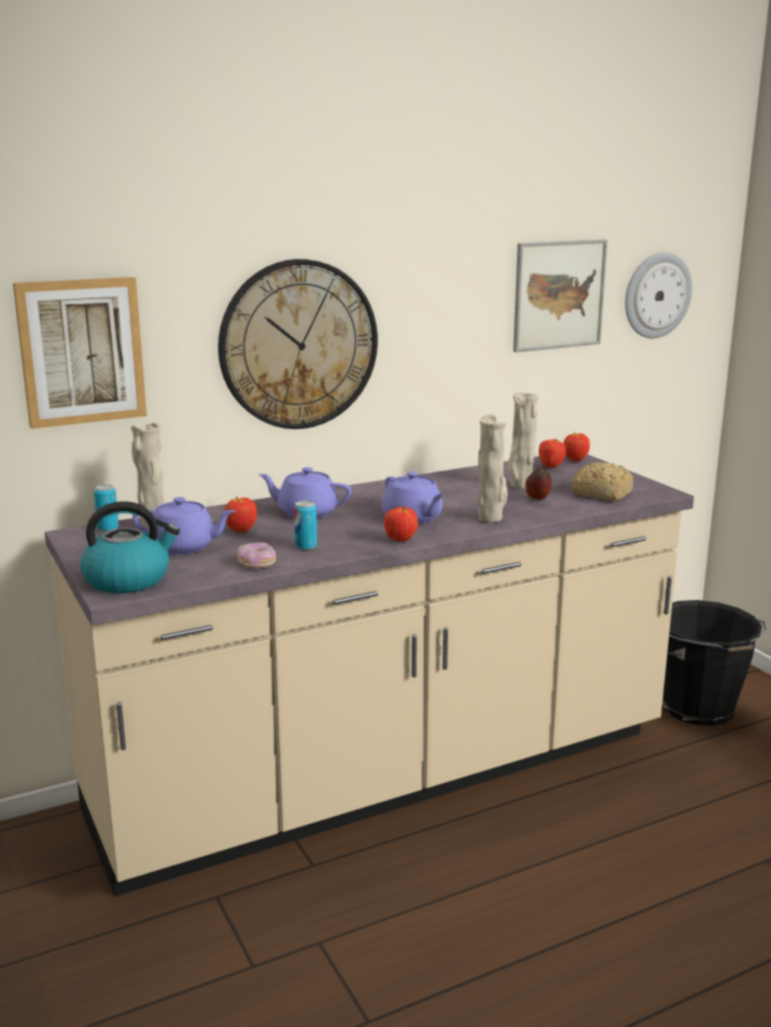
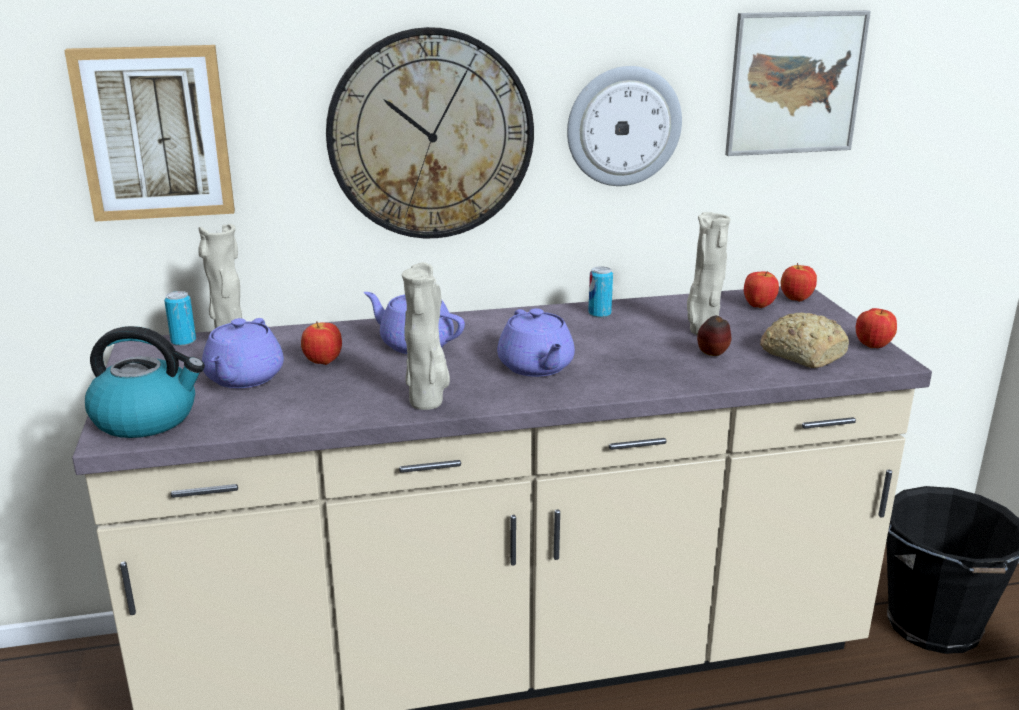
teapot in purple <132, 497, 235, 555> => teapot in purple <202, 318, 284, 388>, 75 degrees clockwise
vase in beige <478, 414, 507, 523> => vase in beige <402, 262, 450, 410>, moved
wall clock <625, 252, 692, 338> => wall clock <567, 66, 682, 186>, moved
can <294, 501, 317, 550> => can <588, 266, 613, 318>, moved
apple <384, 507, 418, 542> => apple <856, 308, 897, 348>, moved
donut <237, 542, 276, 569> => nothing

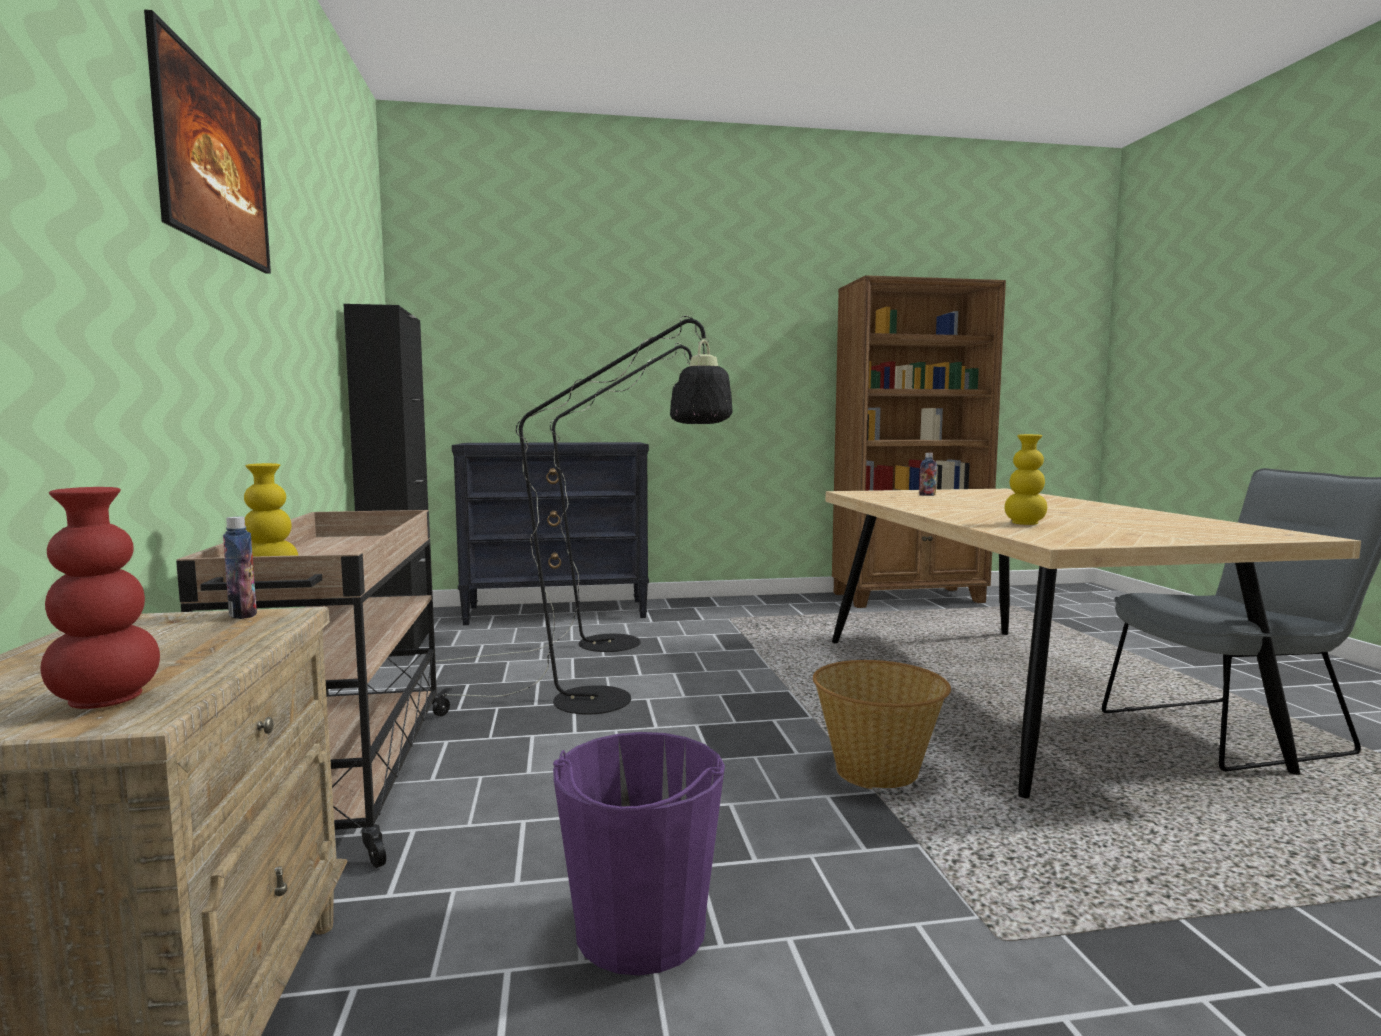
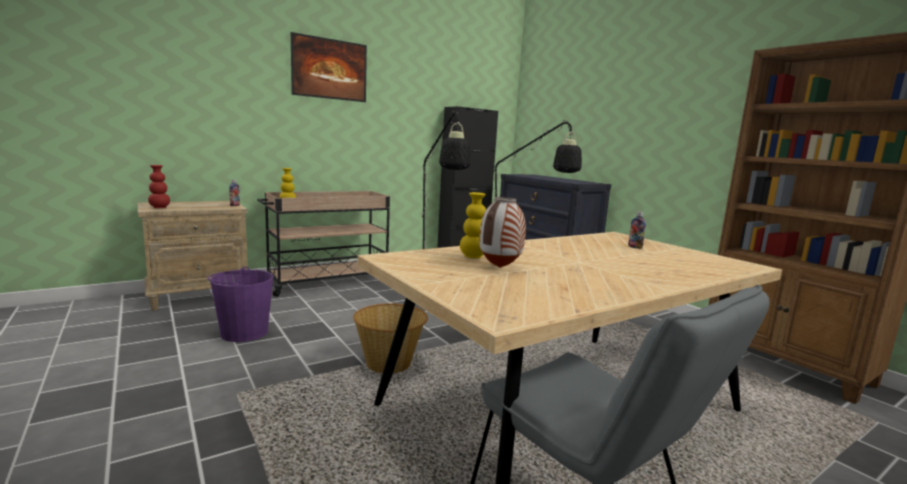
nothing => vase <479, 197, 526, 268>

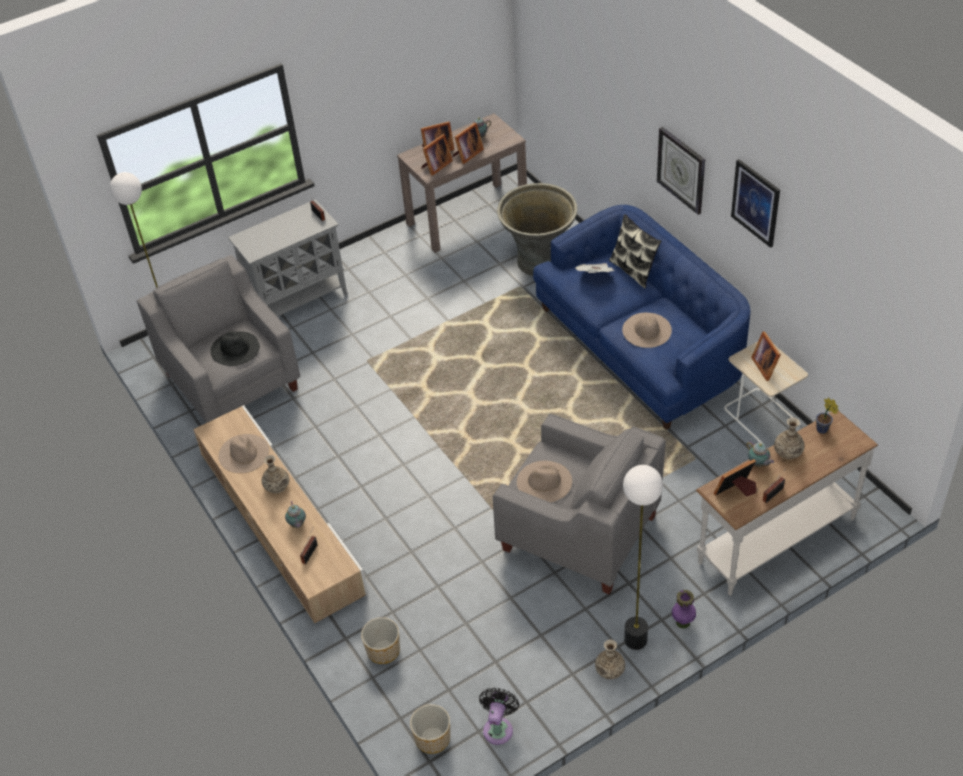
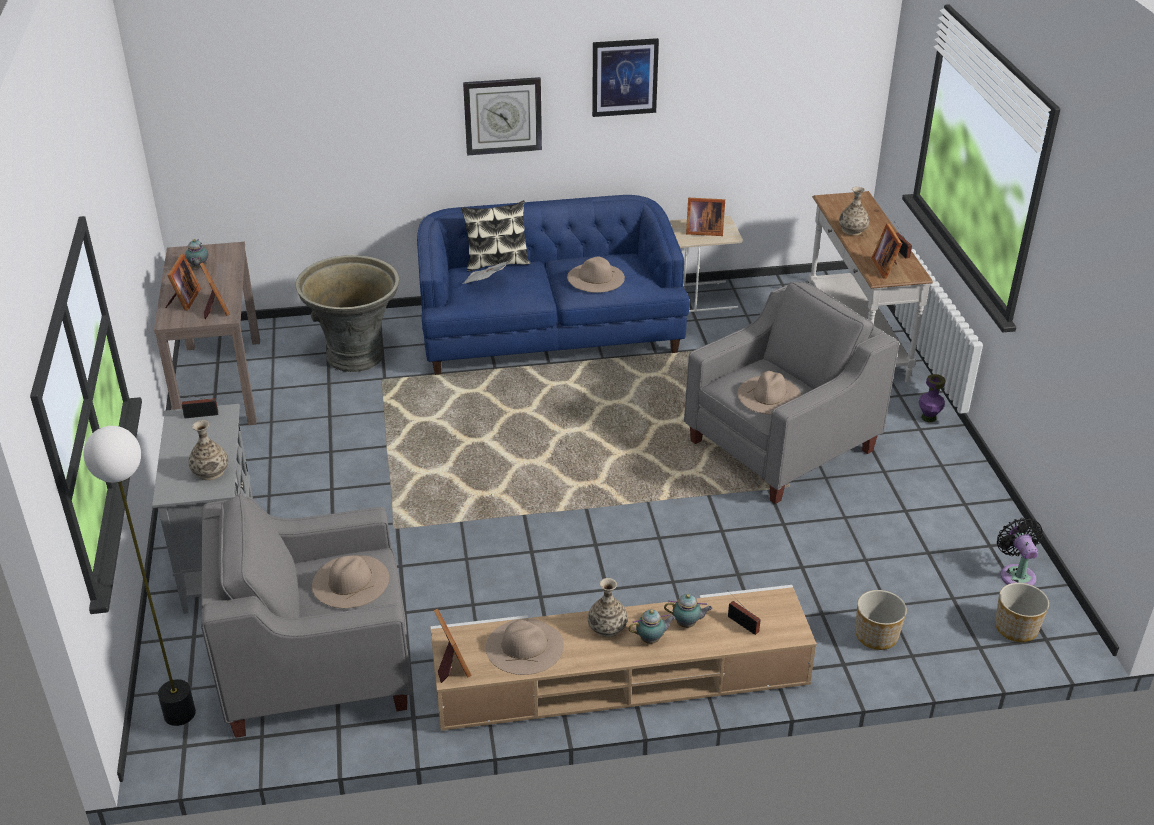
vase <595, 640, 625, 679> => vase <189, 420, 228, 480>, moved
hat in black <210, 331, 260, 366> => hat in beige <312, 555, 389, 608>
picture frame <453, 123, 484, 164> => picture frame <434, 608, 472, 683>, moved
teapot <746, 441, 774, 467> => teapot <628, 609, 675, 644>, moved
fan in black <479, 688, 519, 745> => fan in black <997, 518, 1043, 586>, 45 degrees clockwise
floor lamp <623, 465, 663, 650> => nothing
potted plant <816, 398, 839, 434> => nothing

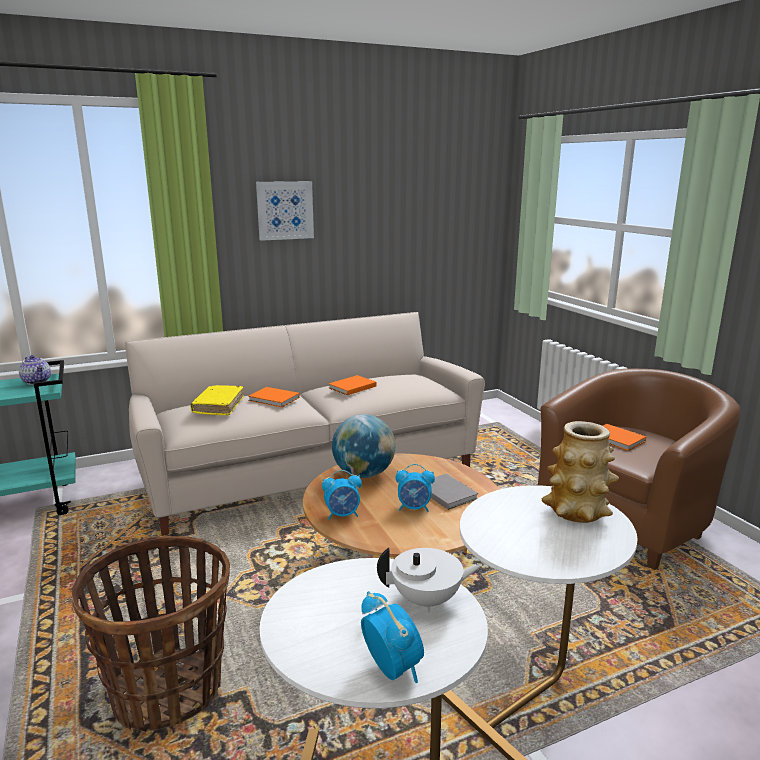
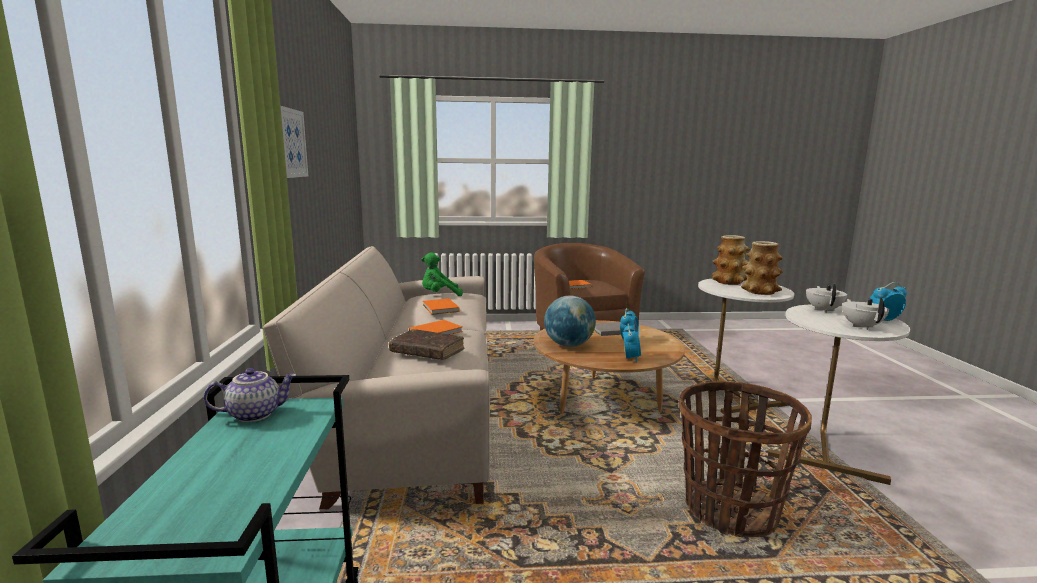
book in yellow <190, 385, 244, 415> => book in brown <389, 329, 464, 360>
nothing => plush toy in green <421, 252, 463, 296>
nothing => vase <741, 241, 783, 295>
nothing => teapot in white <842, 298, 889, 330>

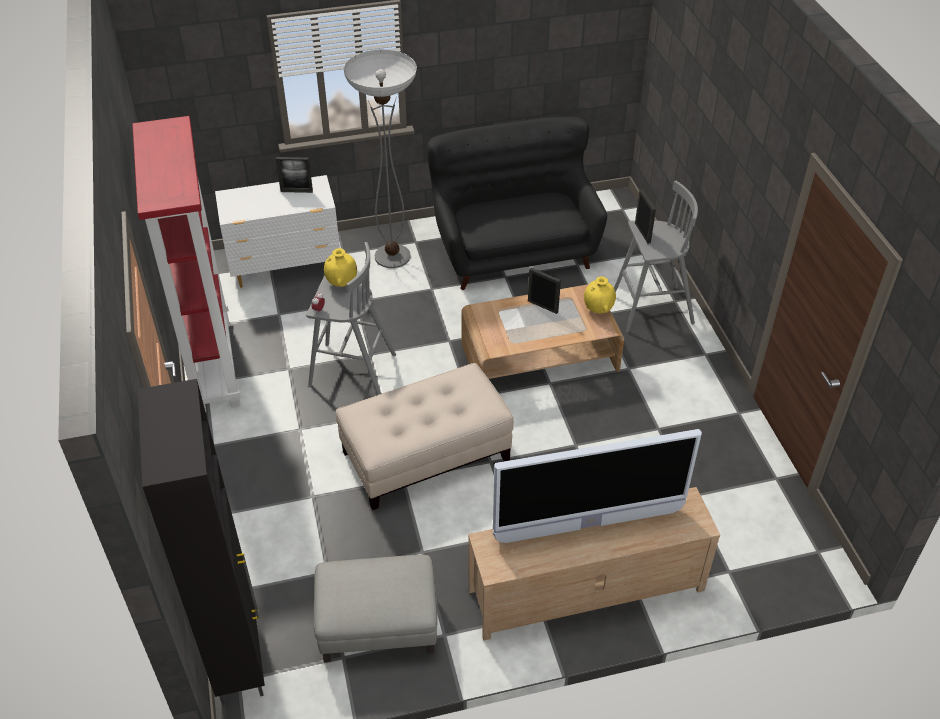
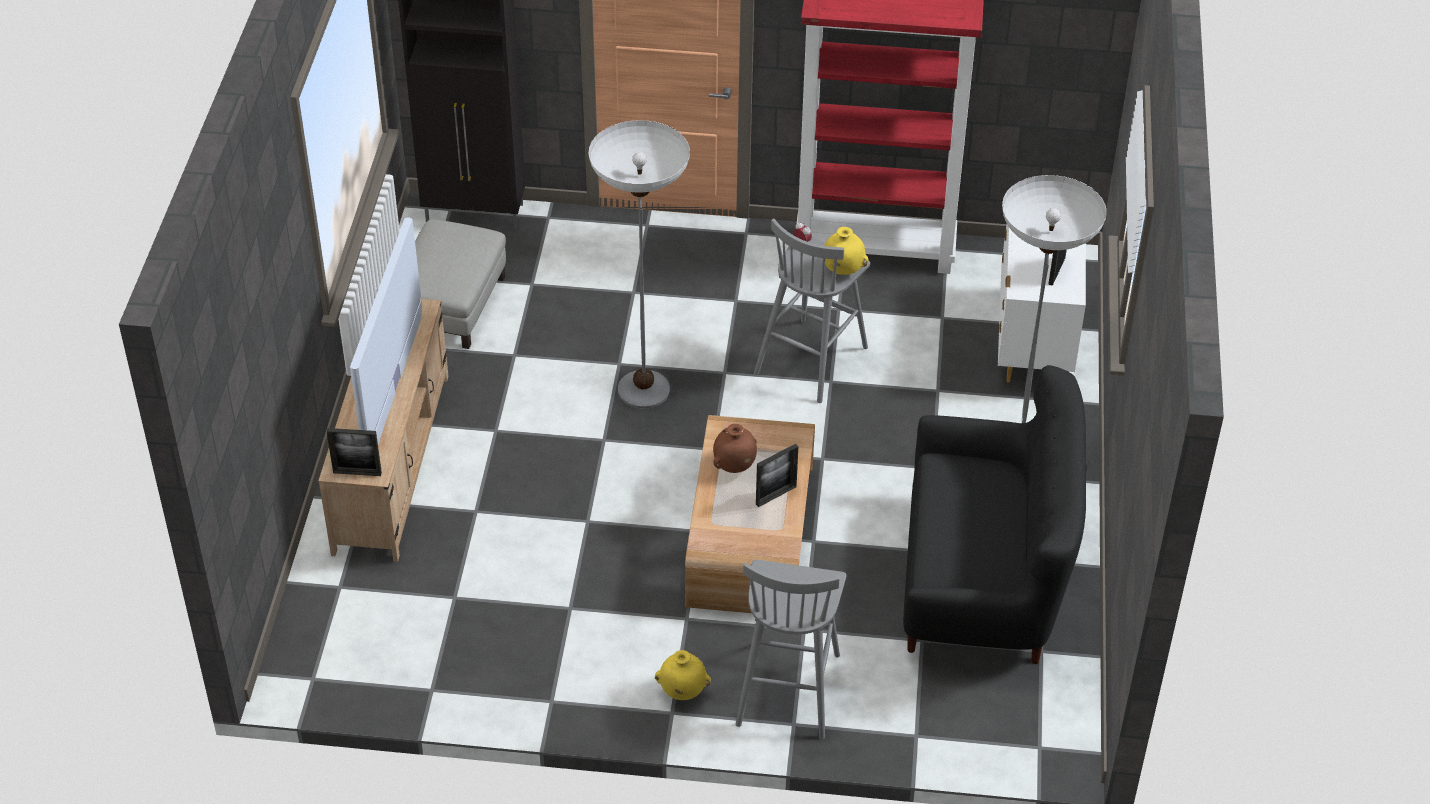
picture frame <635, 189, 656, 244> => picture frame <327, 428, 382, 476>, moved
ottoman in beige <336, 363, 514, 510> => floor lamp <589, 120, 690, 408>
vase in yellow <584, 276, 616, 313> => vase in yellow <655, 650, 711, 700>, moved
nothing => vase in brown <713, 424, 757, 473>

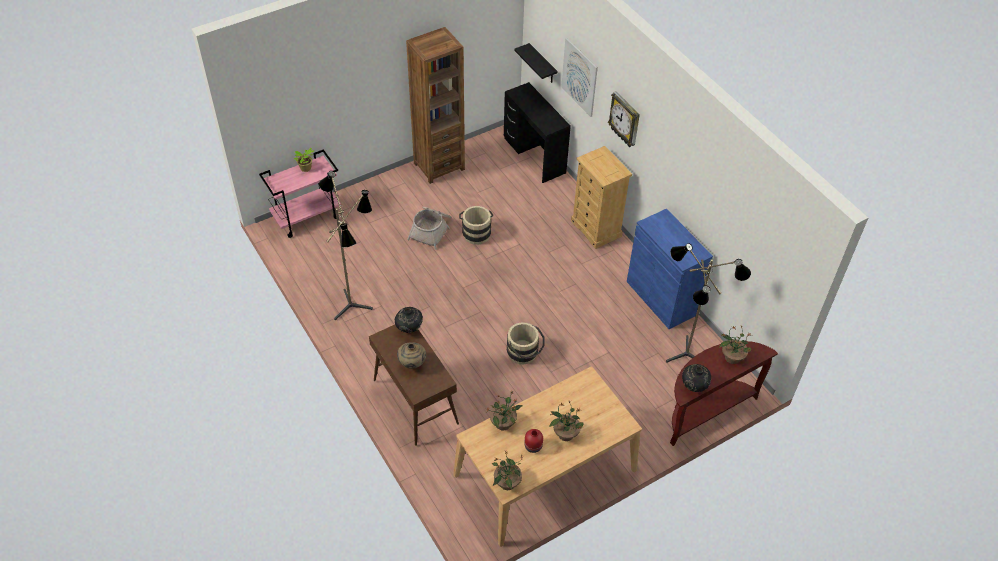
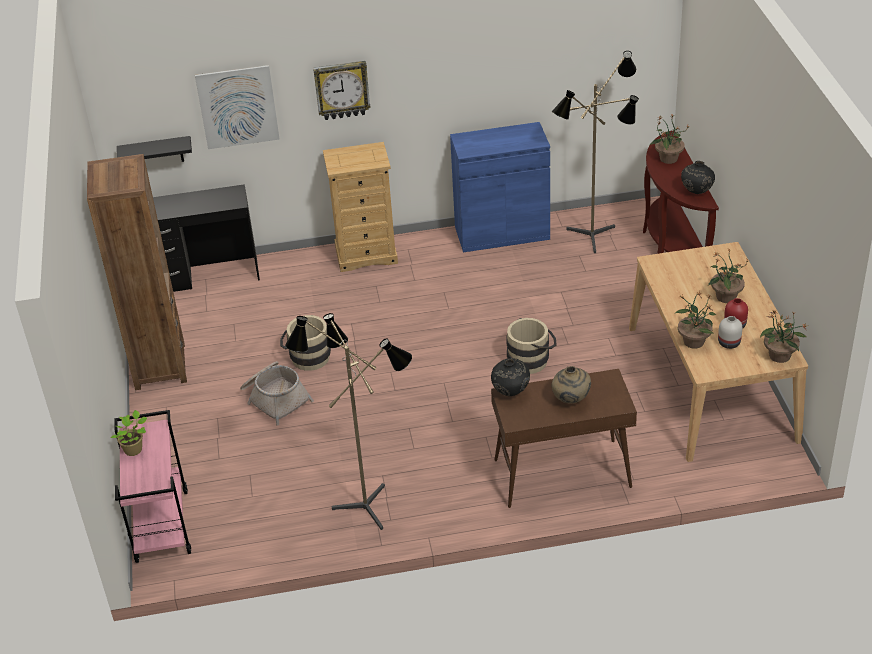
nothing => vase in white <718, 316, 742, 349>

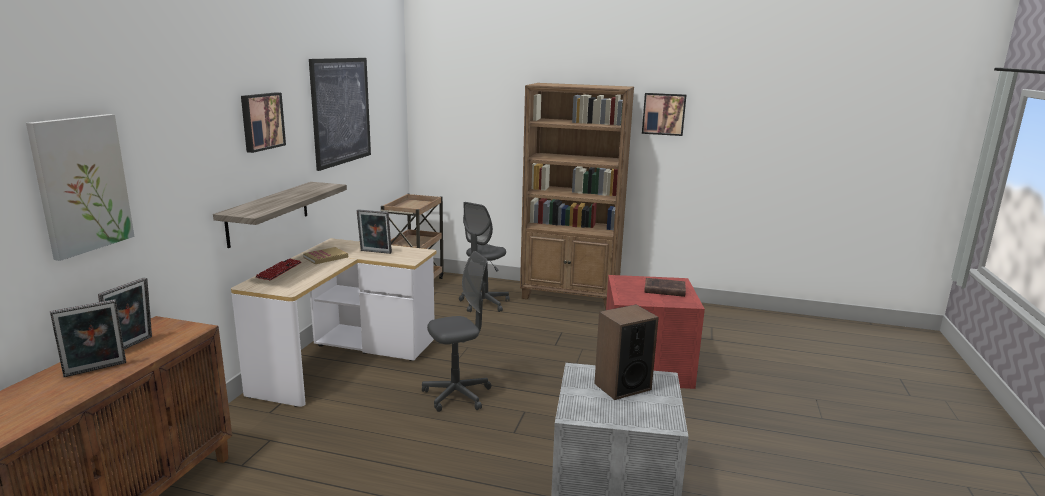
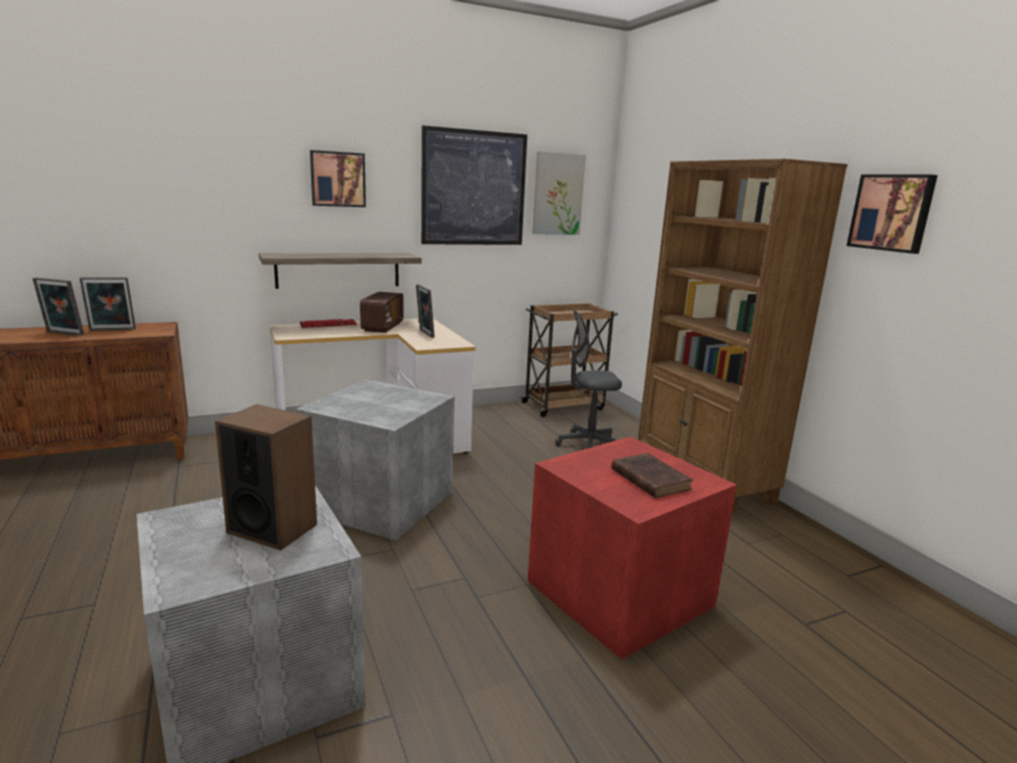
office chair in grey <422, 251, 492, 412> => storage box in grey <296, 379, 454, 541>
book <303, 247, 348, 264> => radio <360, 292, 404, 333>
picture <26, 114, 135, 261> => picture <532, 151, 586, 235>, moved

